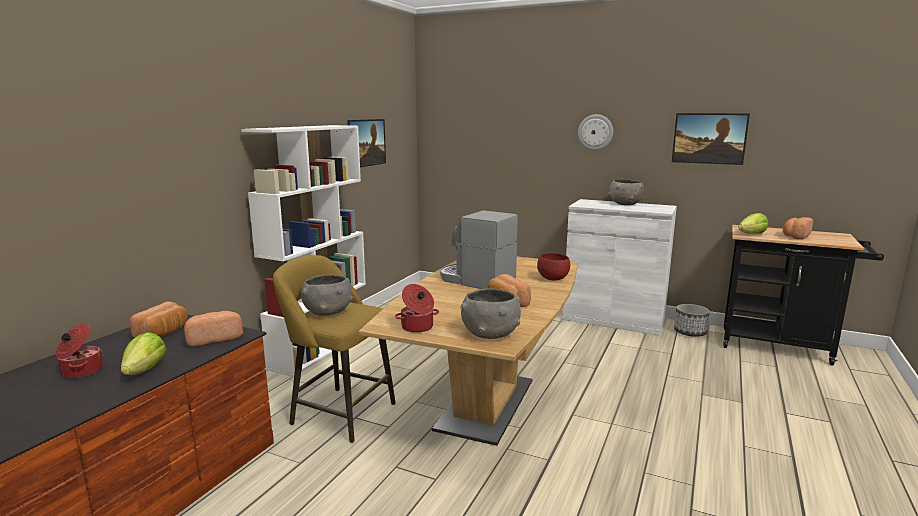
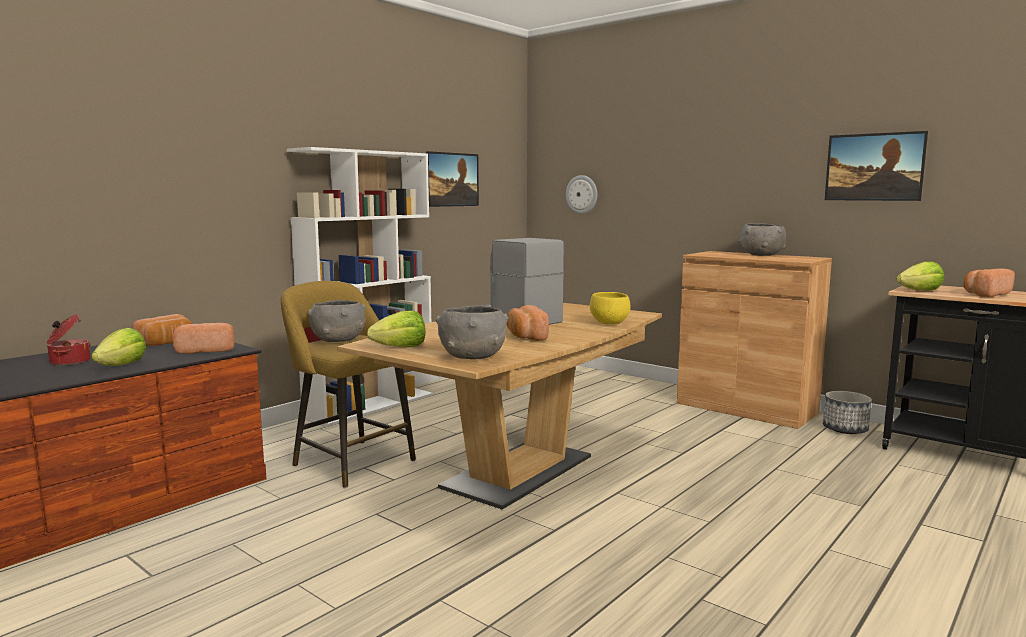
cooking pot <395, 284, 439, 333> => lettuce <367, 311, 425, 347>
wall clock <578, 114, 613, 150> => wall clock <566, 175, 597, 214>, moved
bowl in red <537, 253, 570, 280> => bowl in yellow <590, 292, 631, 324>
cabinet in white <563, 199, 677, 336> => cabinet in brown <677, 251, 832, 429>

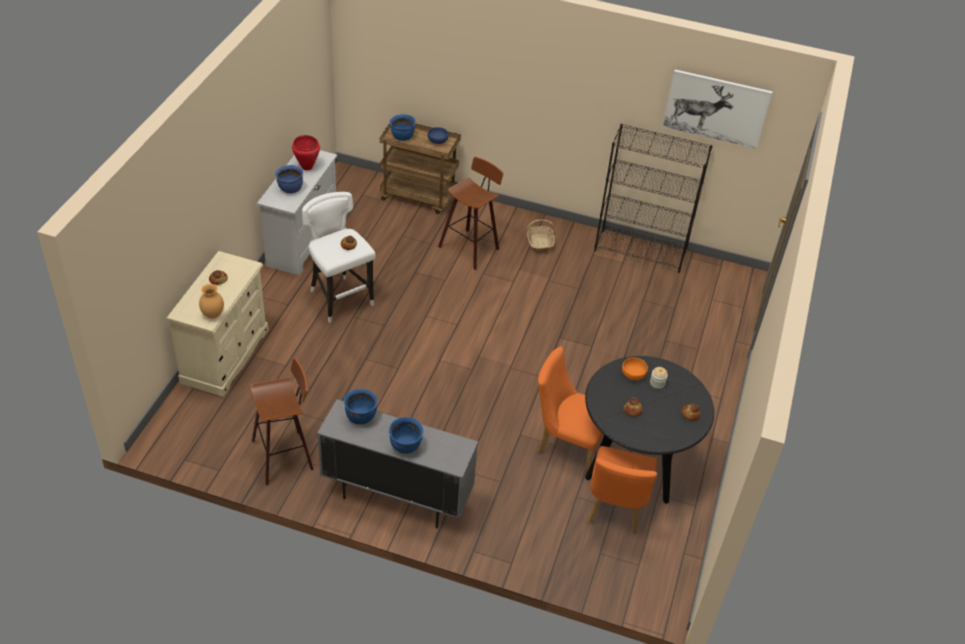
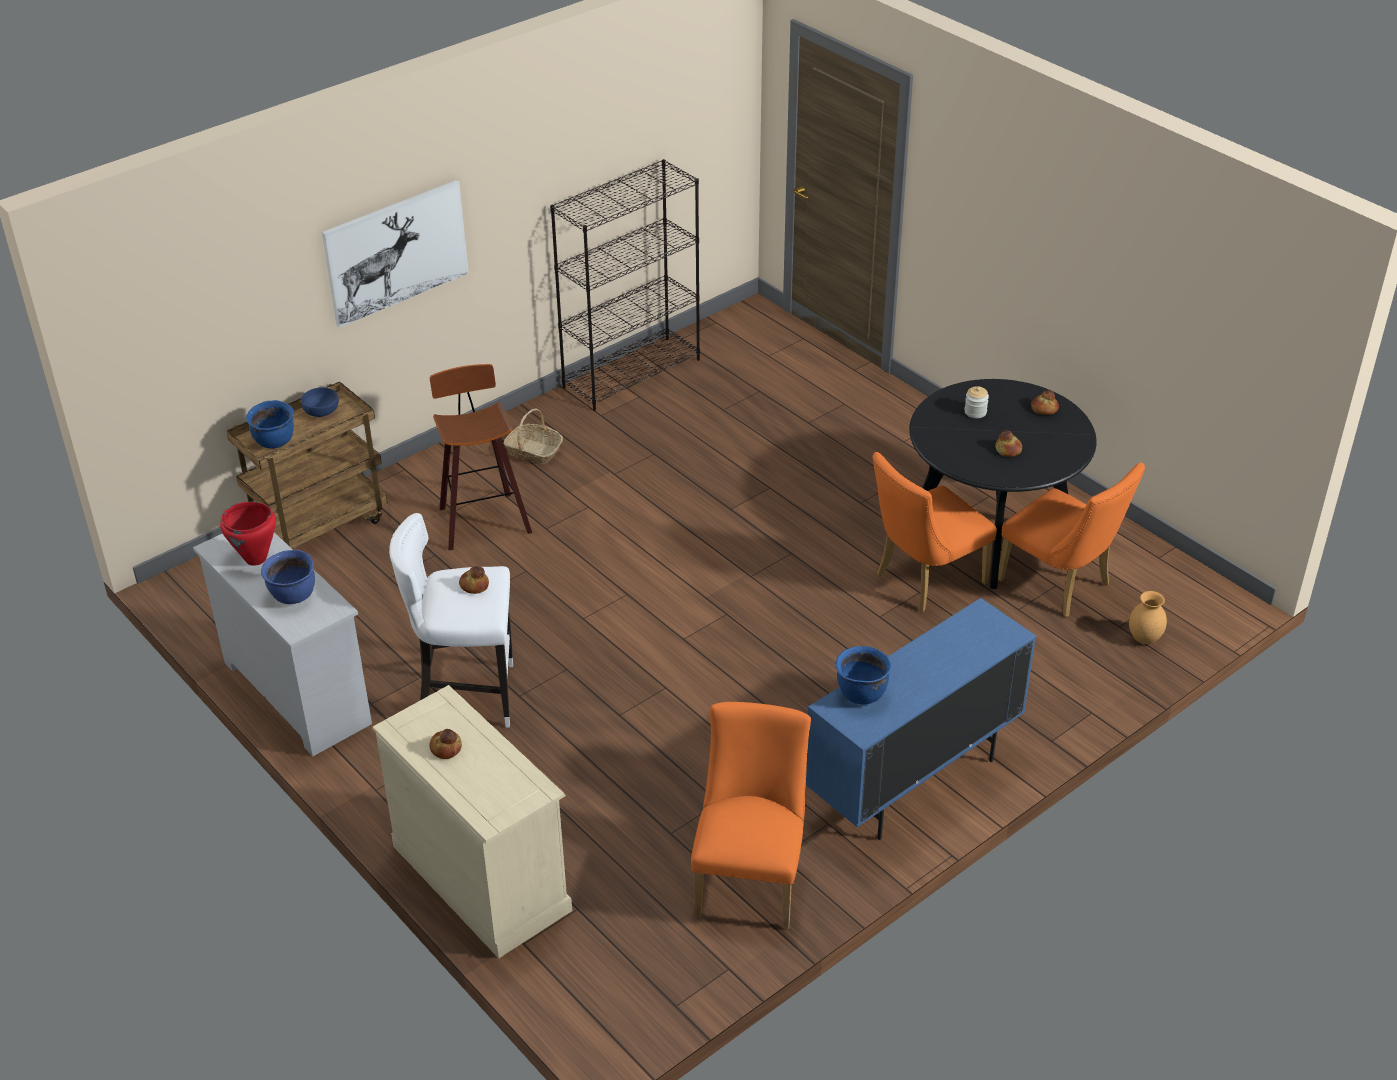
picture <663, 70, 773, 149> => picture <322, 180, 468, 328>, moved
stool <251, 358, 314, 486> => chair in orange <691, 702, 811, 929>
cabinet in grey <317, 399, 478, 528> => cabinet in blue <806, 598, 1036, 840>
vase in brown <199, 284, 224, 319> => vase in brown <1129, 591, 1167, 644>, moved
cooking pot in blue <389, 417, 423, 454> => nothing
bowl in orange <622, 357, 648, 380> => nothing

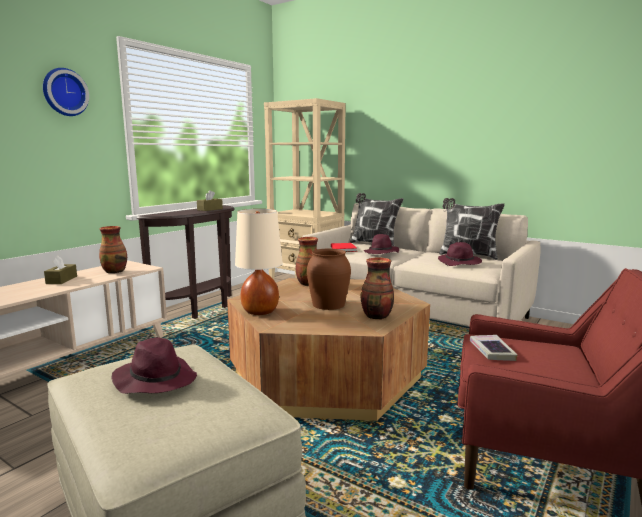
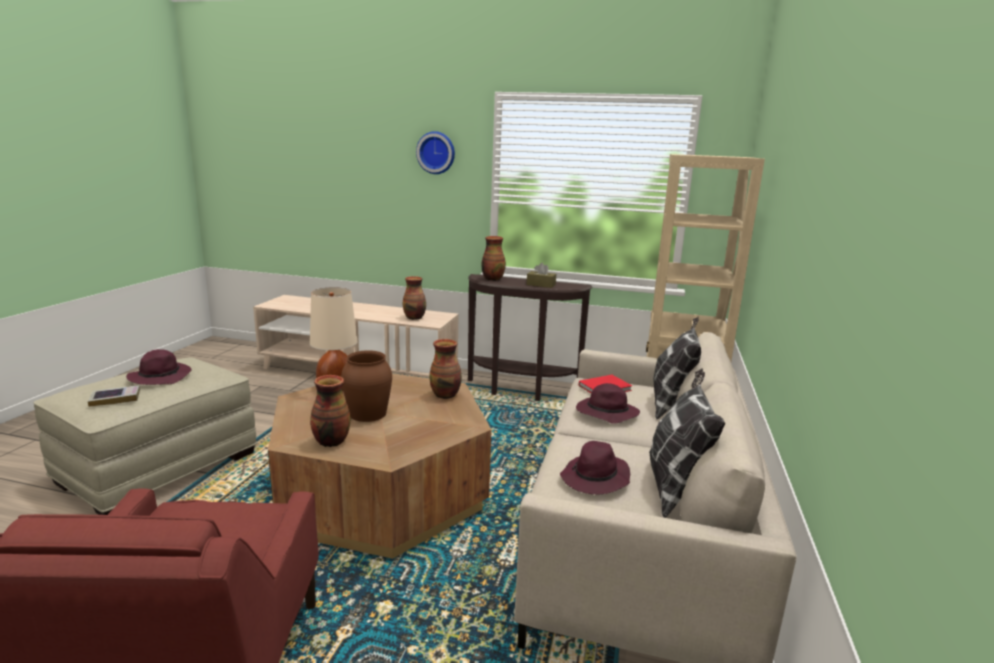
book <470, 335, 517, 361> => book <88, 385, 140, 407>, moved
nothing => vase <482, 236, 506, 281>
tissue box in brown <44, 255, 77, 284> => nothing

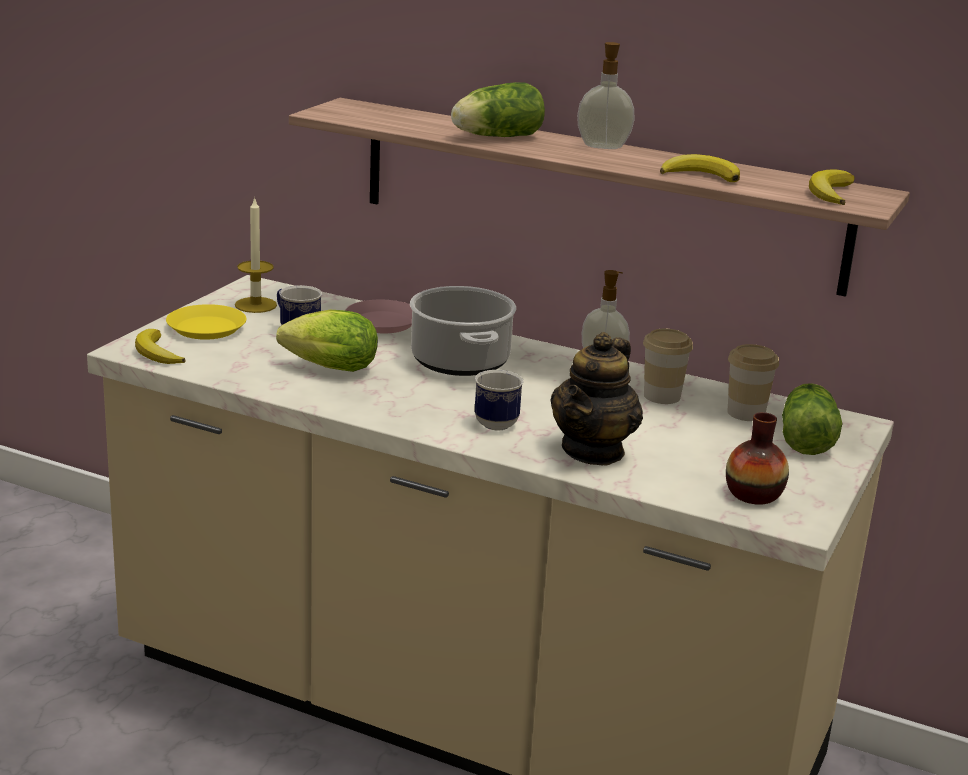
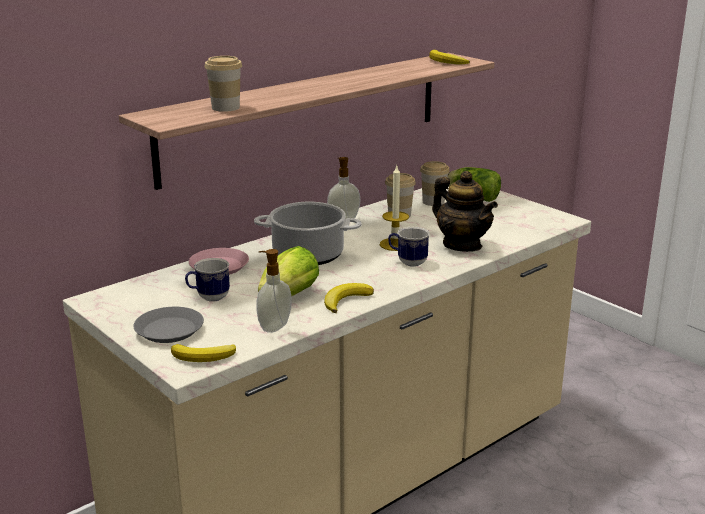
plate in yellow <166, 304, 247, 340> => plate in grey <133, 307, 204, 343>
nothing => cup <205, 56, 242, 112>
soap dispenser <577, 42, 635, 149> => soap dispenser <256, 249, 292, 333>, moved
banana <660, 154, 740, 182> => banana <324, 283, 374, 313>, moved
candle <235, 196, 277, 313> => candle <380, 166, 409, 251>, moved
lettuce <451, 82, 545, 137> => nothing
vase <726, 412, 789, 505> => nothing

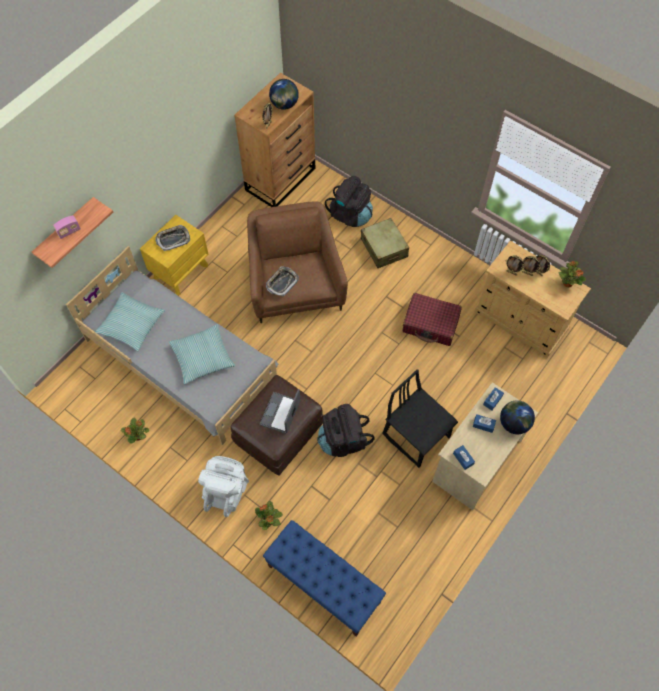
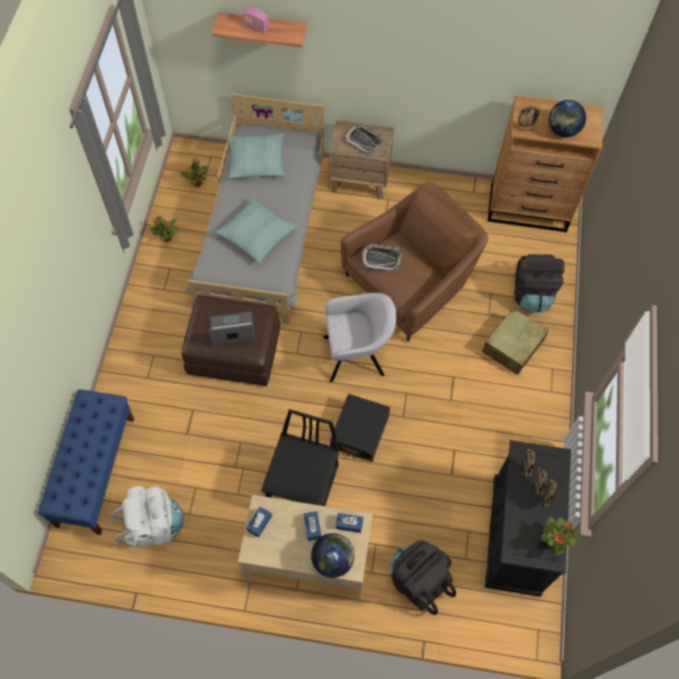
backpack in white <198, 456, 249, 517> => backpack in white <112, 486, 184, 548>, moved
potted plant <255, 501, 283, 530> => potted plant <180, 159, 208, 187>, moved
nothing => armchair in grey <323, 293, 396, 383>
nightstand in yellow <140, 215, 208, 295> => nightstand in brown <329, 121, 394, 199>
nothing => suitcase in black <330, 394, 390, 462>
backpack in black <317, 404, 374, 457> => backpack in black <390, 540, 456, 615>, moved
cabinet in beige <475, 241, 591, 358> => cabinet in black <485, 440, 571, 597>
suitcase in red <402, 293, 462, 346> => nothing

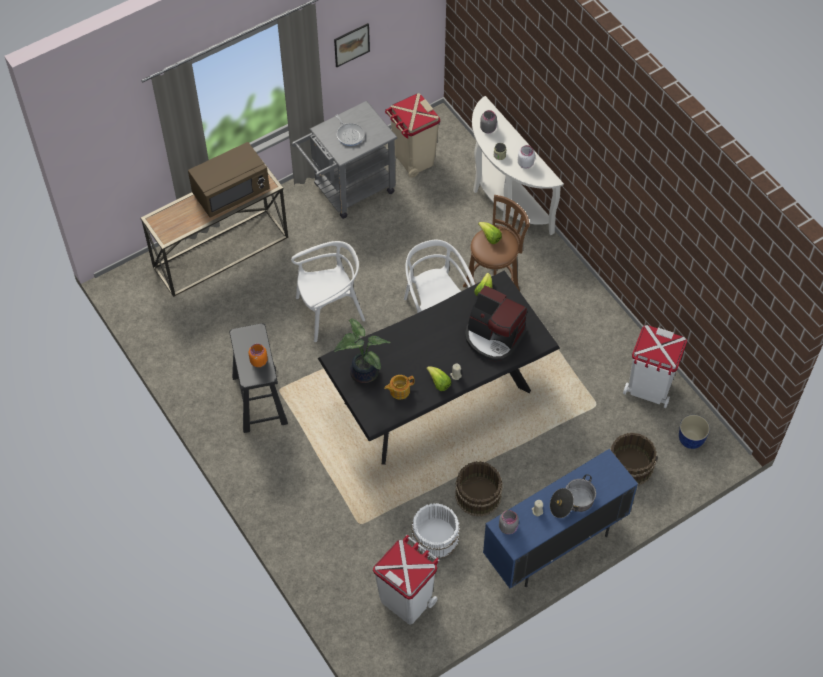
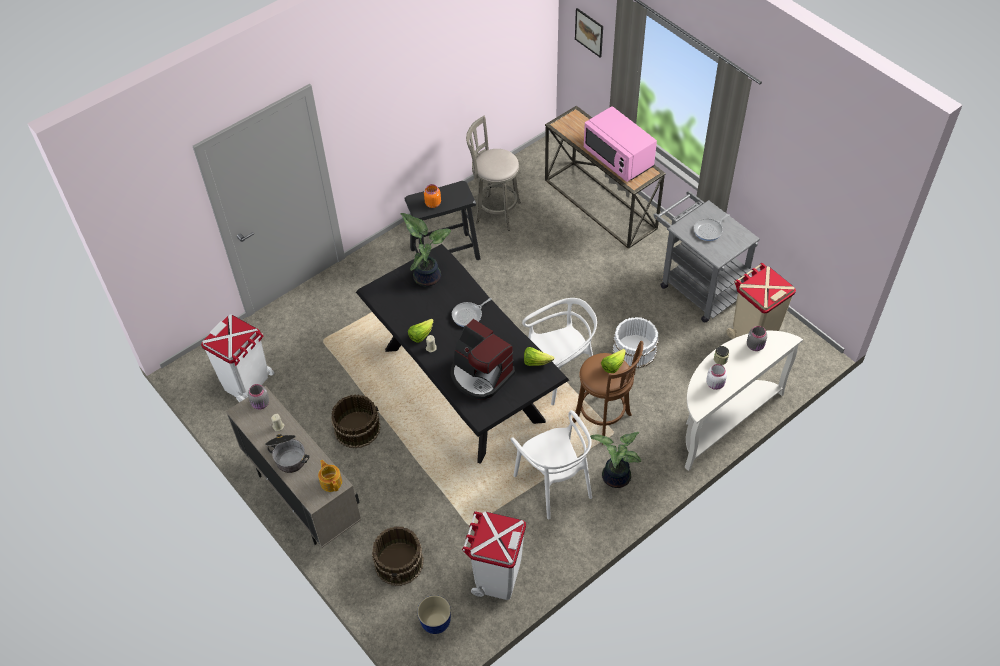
cabinet in blue <483, 449, 638, 588> => cabinet in beige <226, 386, 361, 548>
teapot <384, 375, 415, 399> => teapot <318, 460, 342, 492>, moved
coffee machine <465, 285, 527, 361> => coffee machine <451, 319, 515, 400>, 75 degrees counterclockwise
nothing => frying pan <452, 298, 492, 327>
nothing => stool in grey <466, 116, 521, 231>
chair in white <291, 241, 365, 342> => chair in white <511, 410, 592, 519>, moved
picture <334, 23, 370, 67> => picture <575, 8, 603, 58>, moved
microwave in brown <188, 142, 270, 218> => microwave in pink <584, 106, 657, 182>
nothing => potted plant <590, 432, 641, 488>
bucket in white <411, 503, 460, 559> => bucket in white <613, 317, 658, 369>, moved

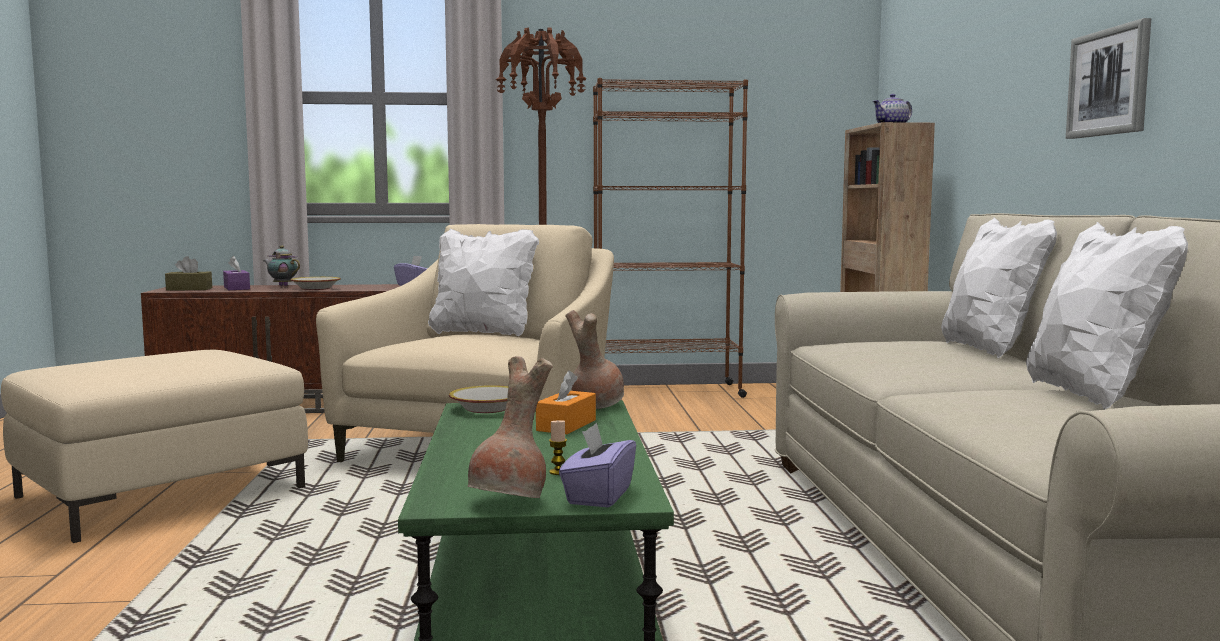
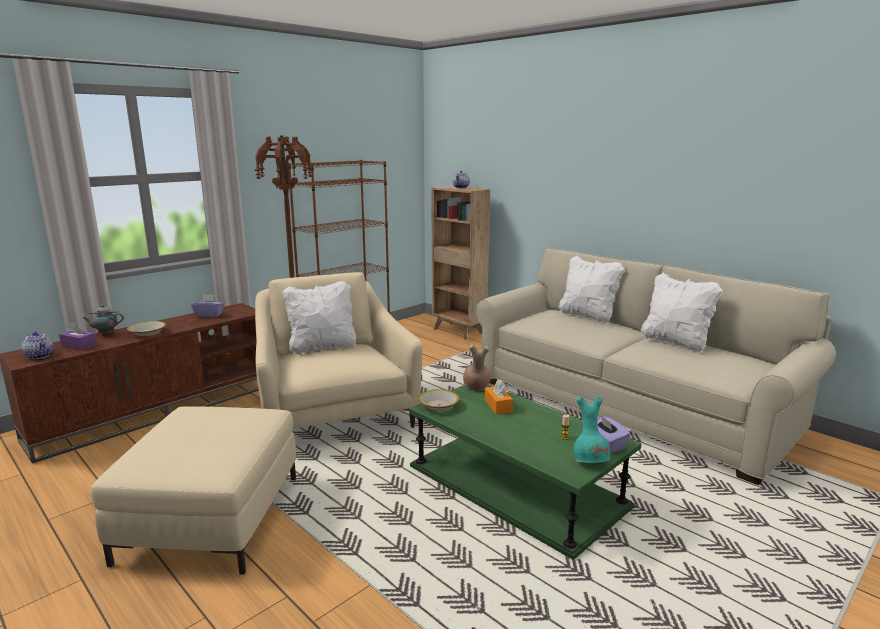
tissue box in brown <165, 256, 212, 291> => teapot <22, 332, 53, 359>
vase in brown <468, 356, 553, 498> => vase in turquoise <574, 396, 610, 463>
picture <1066, 18, 1151, 139> => nothing

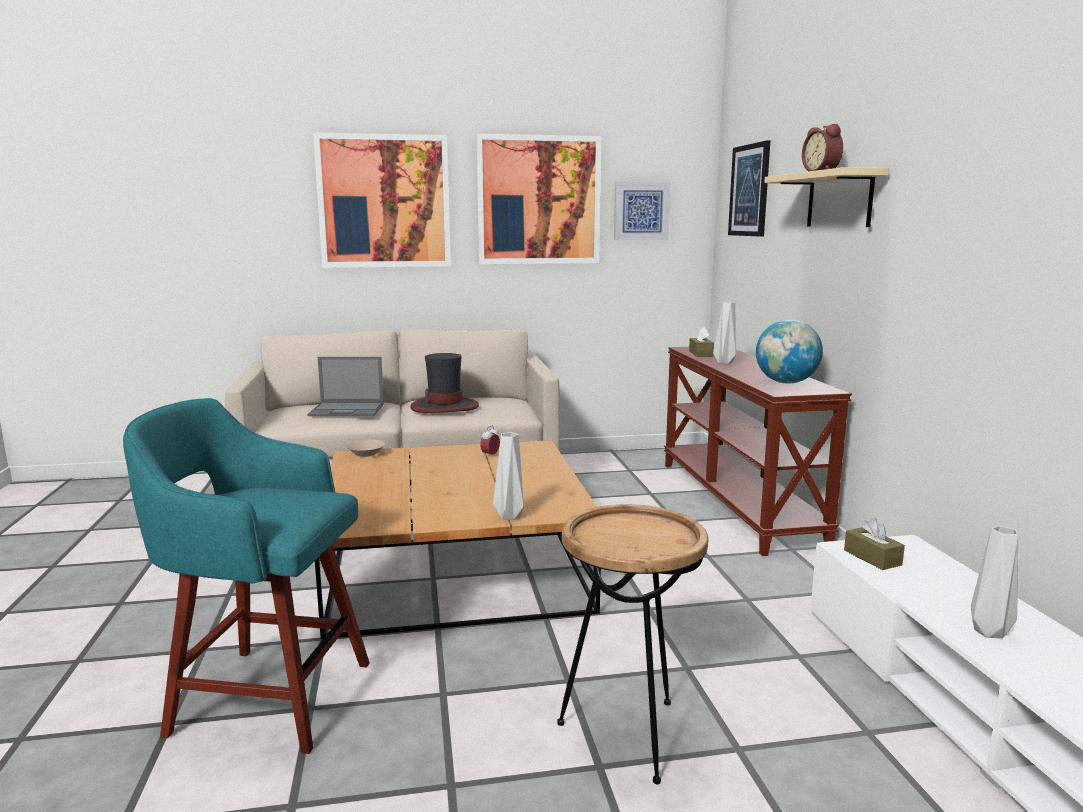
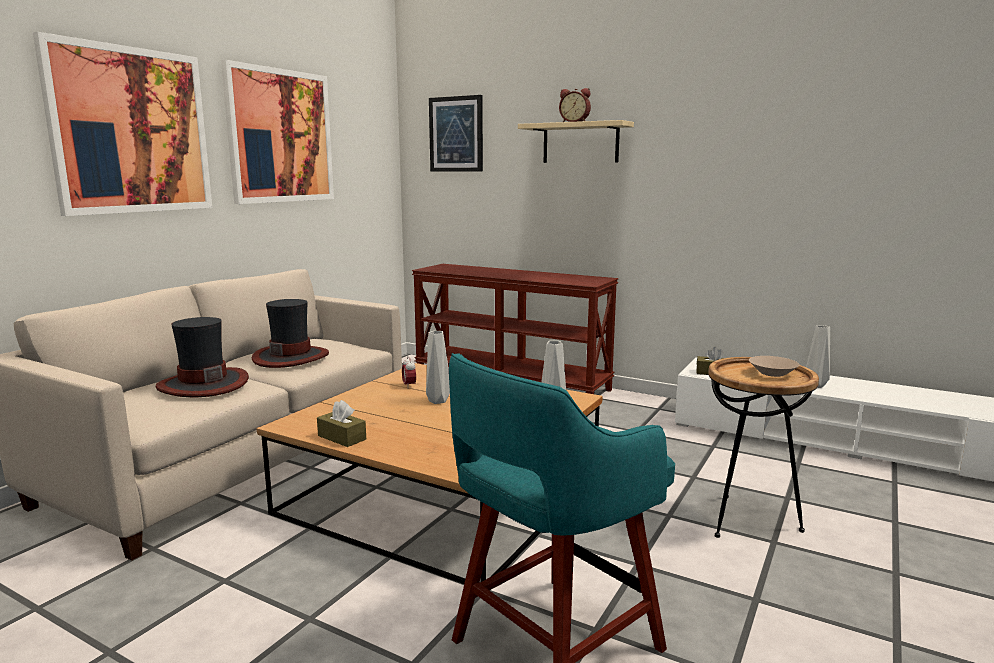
laptop <307, 357, 384, 416> => hat <156, 317, 249, 397>
tissue box in brown <689, 327, 714, 357> => tissue box in brown <317, 400, 366, 447>, moved
vase in grey <713, 302, 736, 364> => vase in grey <426, 331, 450, 404>, moved
bowl in beige <346, 439, 385, 457> => bowl in beige <749, 356, 799, 377>, moved
picture <614, 182, 671, 240> => nothing
globe <756, 320, 823, 384> => nothing

